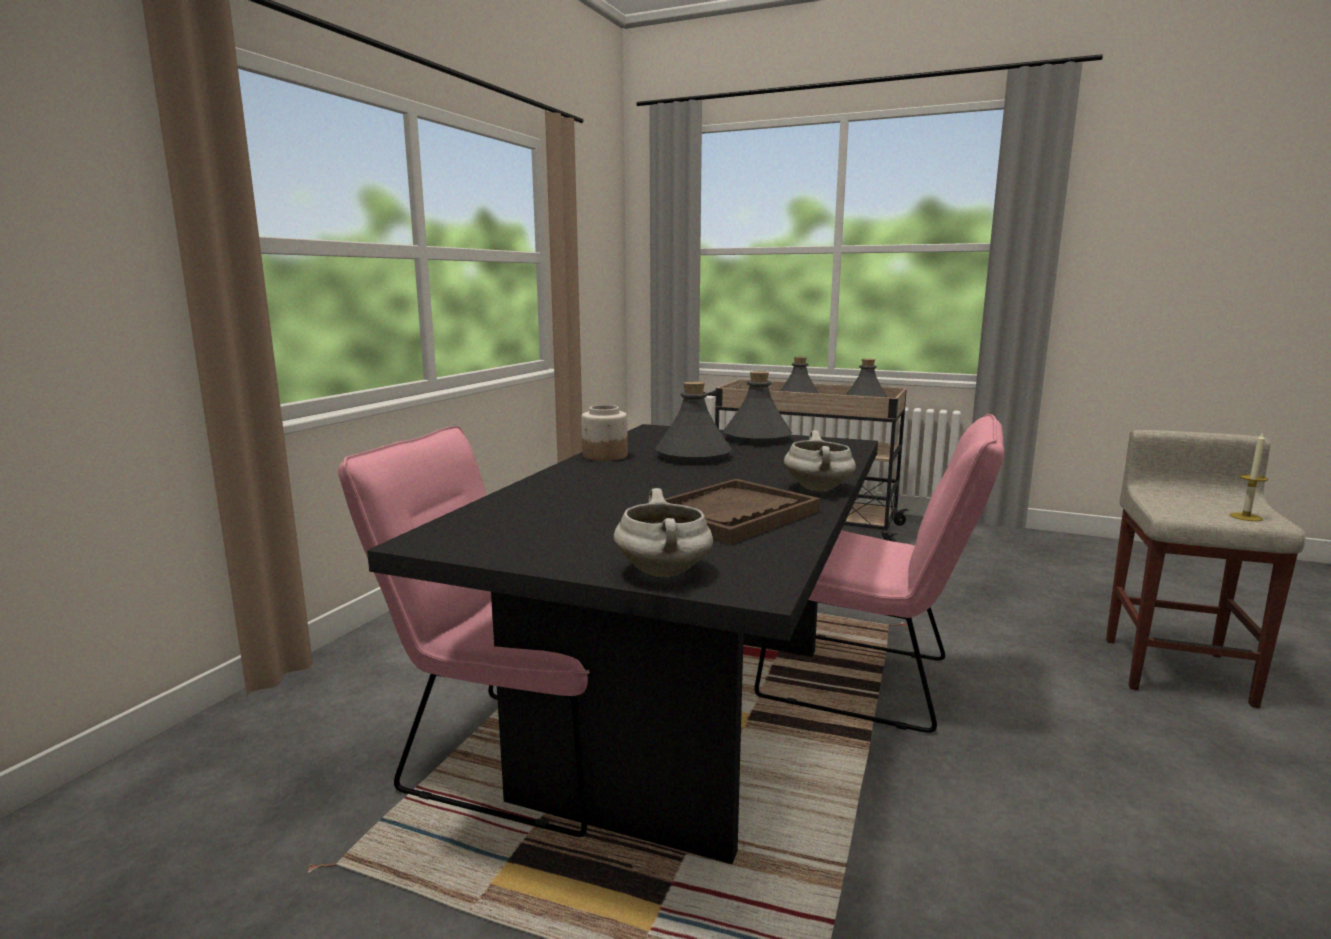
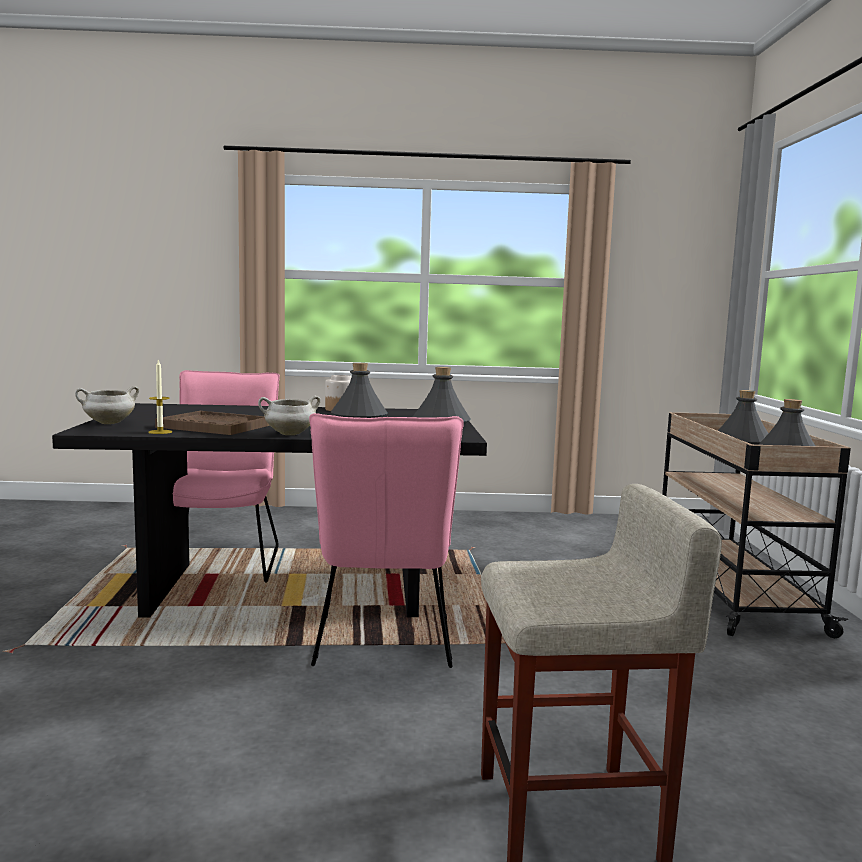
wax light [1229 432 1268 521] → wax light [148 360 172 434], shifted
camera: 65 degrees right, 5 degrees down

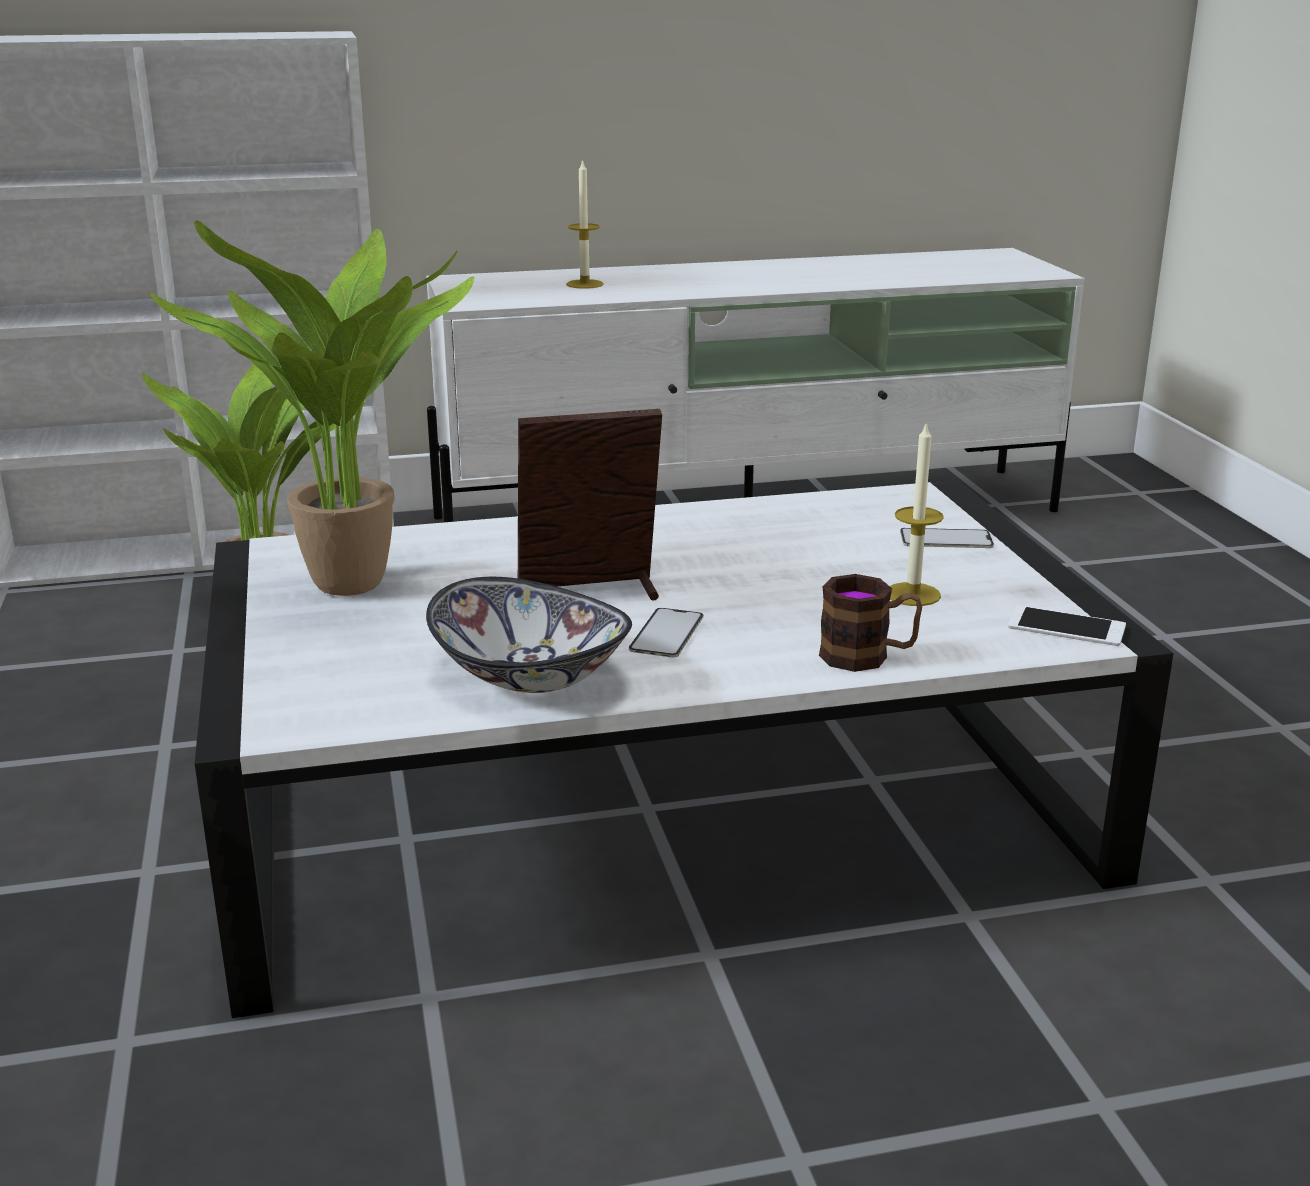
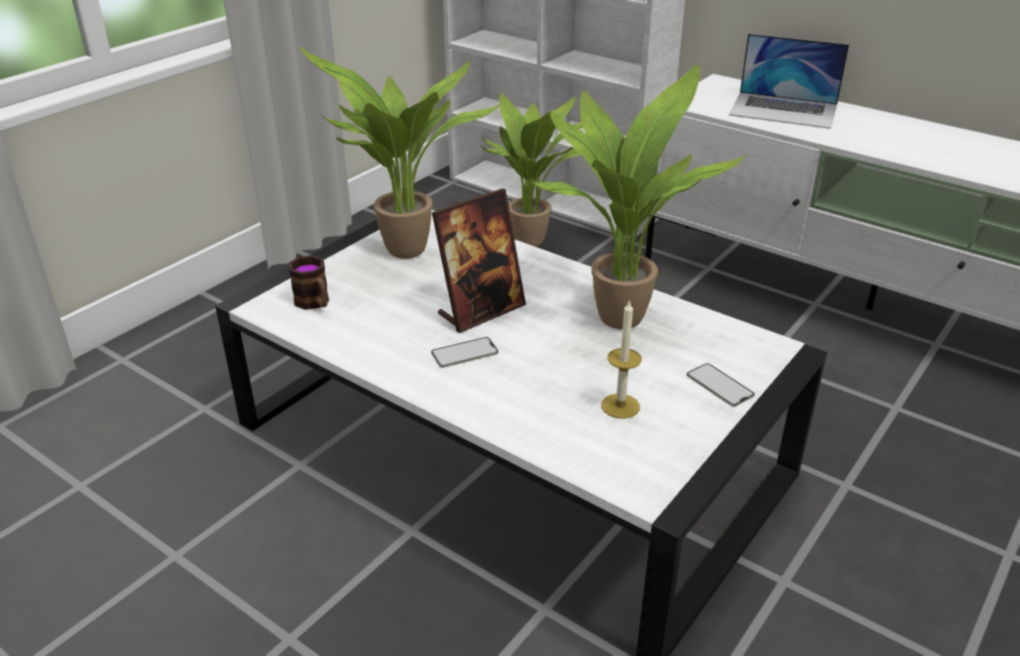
serving bowl [426 577 632 693] → -
telephone [1008 605 1126 646] → -
- → potted plant [530 65 746 330]
coffee mug [819 574 922 672] → coffee mug [288 255 329 310], shifted
wax light [566 159 604 289] → notebook computer [729 34 849 129]
picture frame [518 409 662 601] → picture frame [432 189 526 333], 105 degrees clockwise
camera: 50 degrees right, 10 degrees up

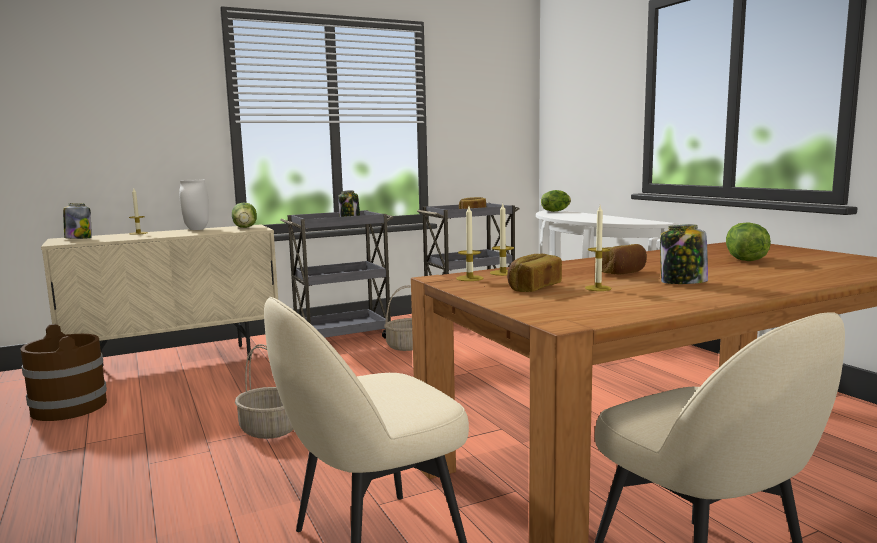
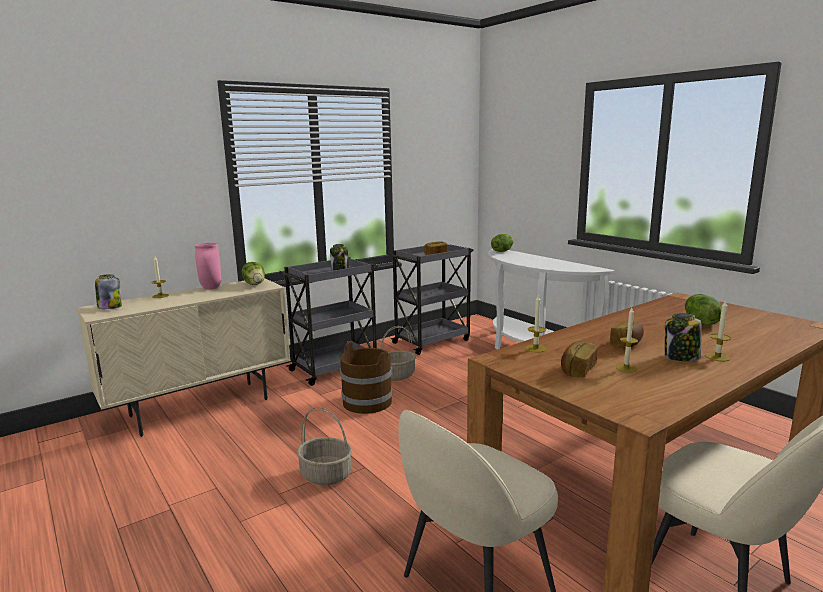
brown bucket [21 324 107 421] → brown bucket [340 342 392 414], shifted
wax light [456 206 483 281] → wax light [705 300 731 362], shifted
white-coloured vase [179 179 209 230] → pink vase [195 243 221 289]
camera: 10 degrees left, 5 degrees up

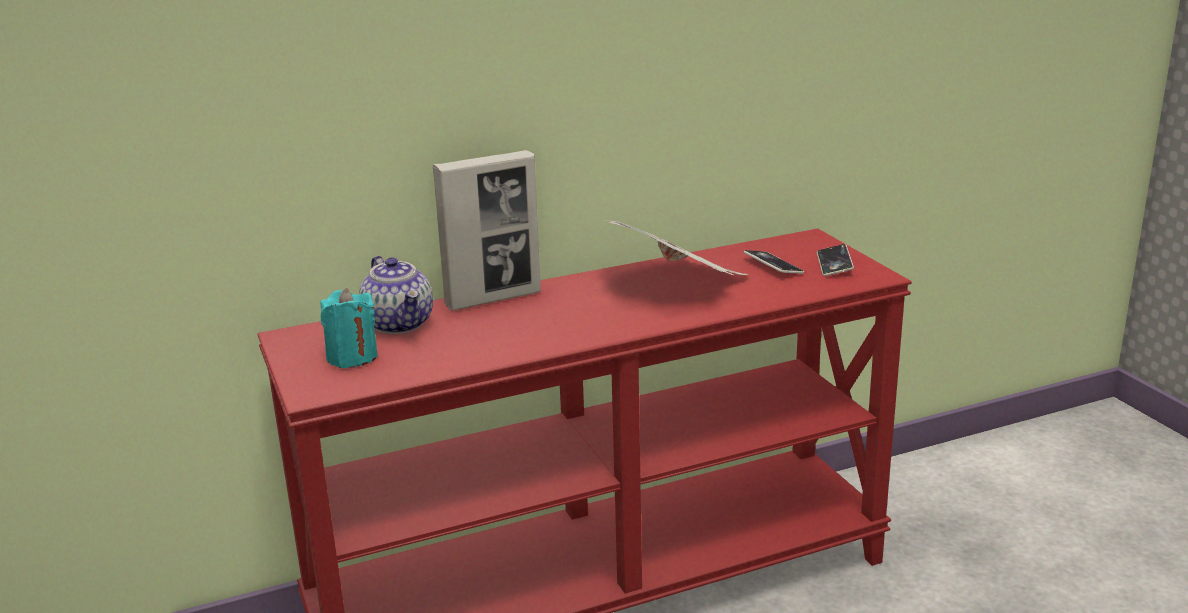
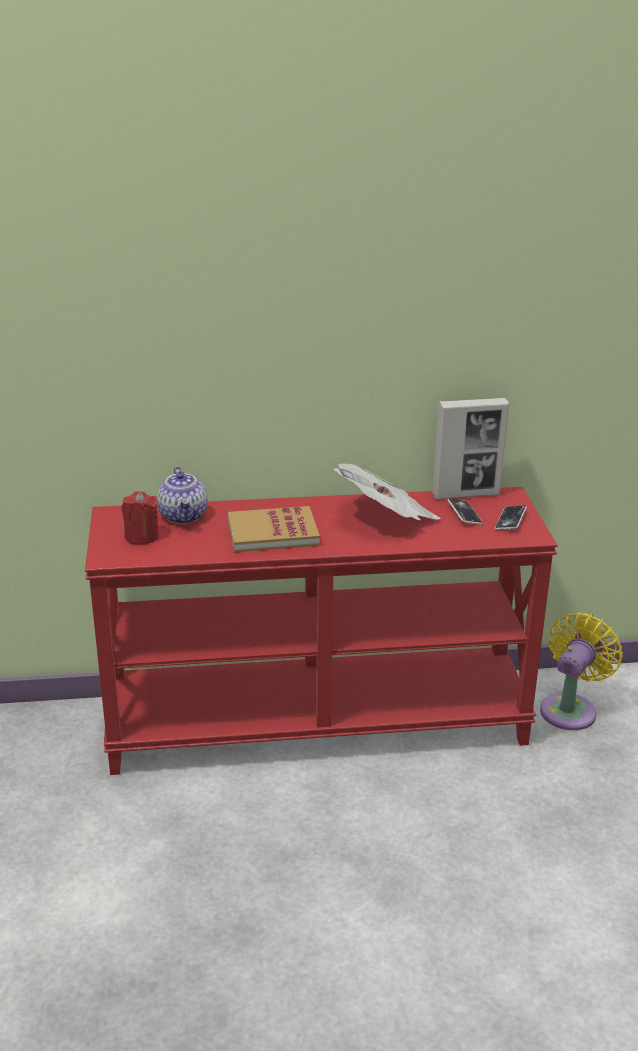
- → book [228 506 320 553]
- → yellow-coloured electric fan [540 612 623 730]
picture frame [433 150 541 311] → picture frame [432 398 509 499], shifted
turquoise-coloured wax light [321 288 378 368] → red-coloured wax light [122 491 159 544]
camera: 15 degrees right, 5 degrees up

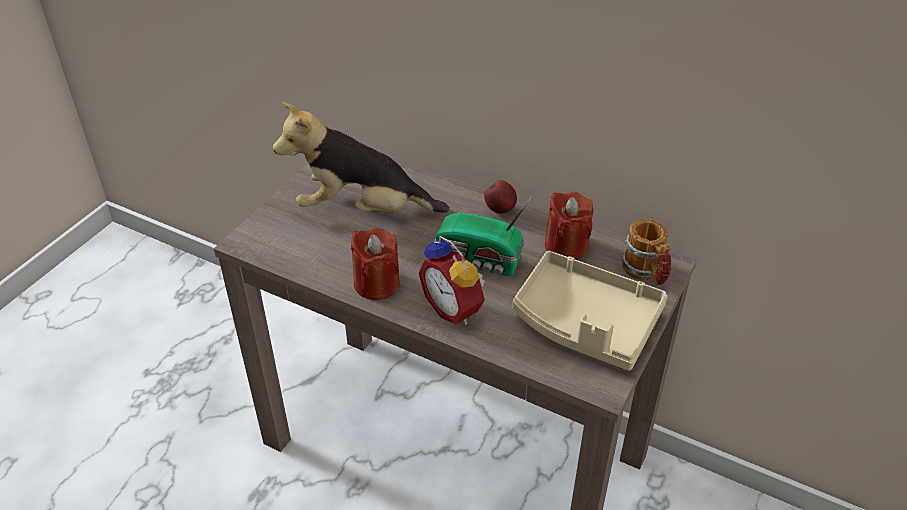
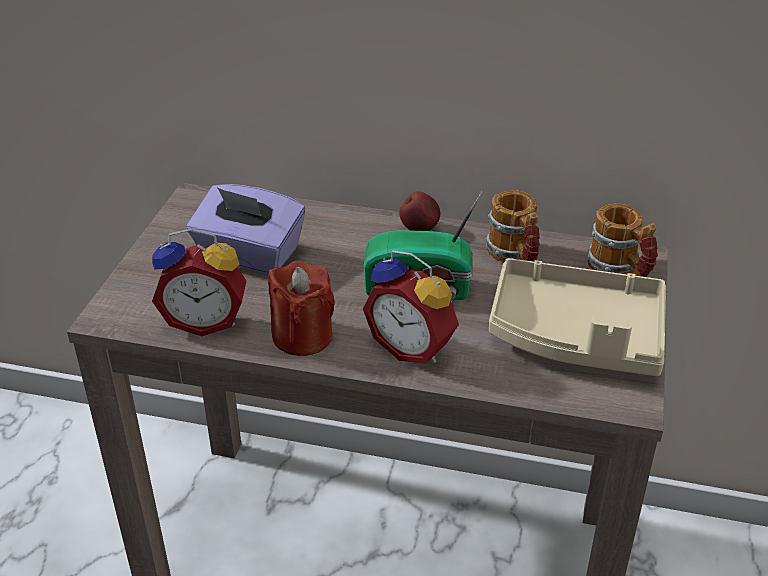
- → bedside clock [152 228 246 336]
soft toy [273 102 449 212] → purple box of tissues [187 184 305 274]
red-coloured wax light [545 192 593 260] → coffee mug [485 190 540 262]
camera: 15 degrees left, 5 degrees down

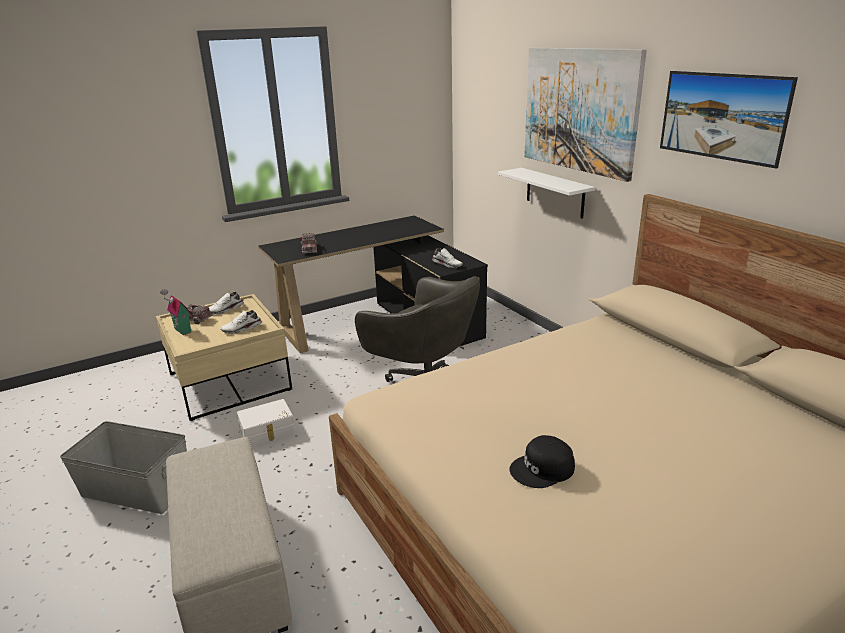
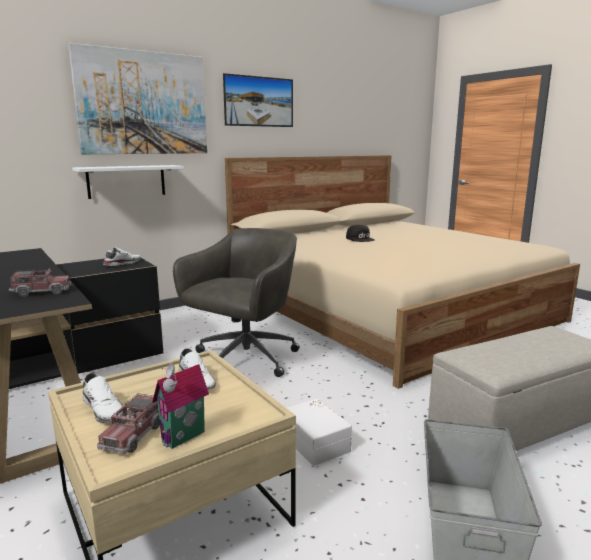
blackish baseball cap [509 435 575 488] → blackish baseball cap [346 225 375 242], shifted
camera: 95 degrees left, 10 degrees down

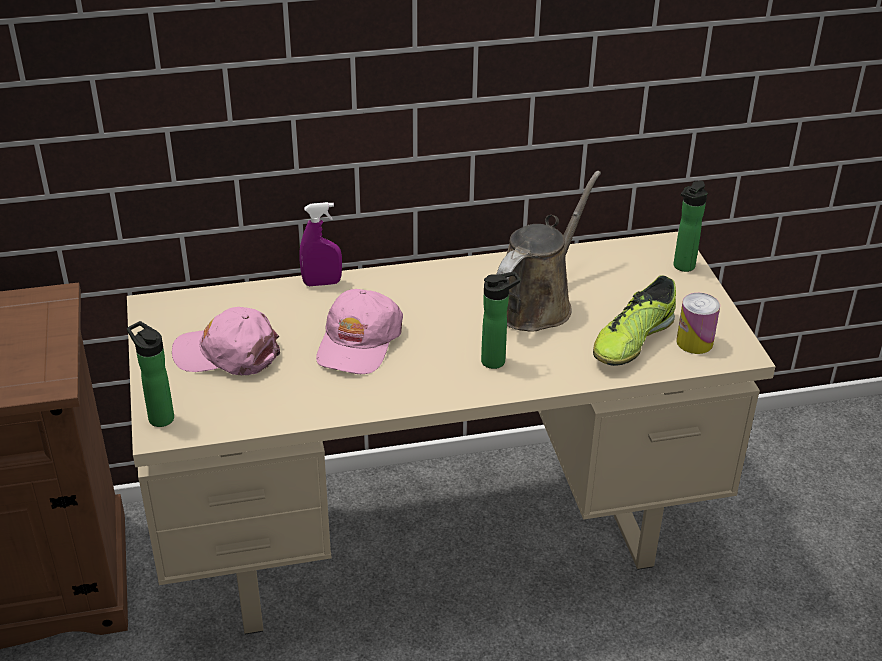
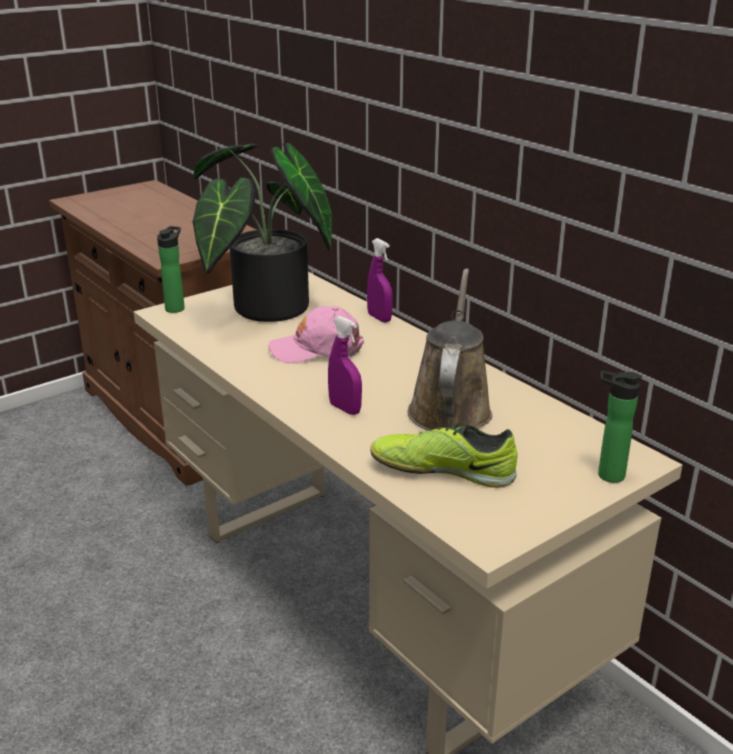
can [676 293 720 354] → -
pink baseball cap [172 307 280 375] → potted plant [193 143 332 322]
beverage bottle [481 271 520 369] → purple sprayer [328 316 362 415]
brown sprinkling can [496 171 601 332] → brown sprinkling can [407 269 492 431], 90 degrees counterclockwise
camera: 65 degrees right, 10 degrees down

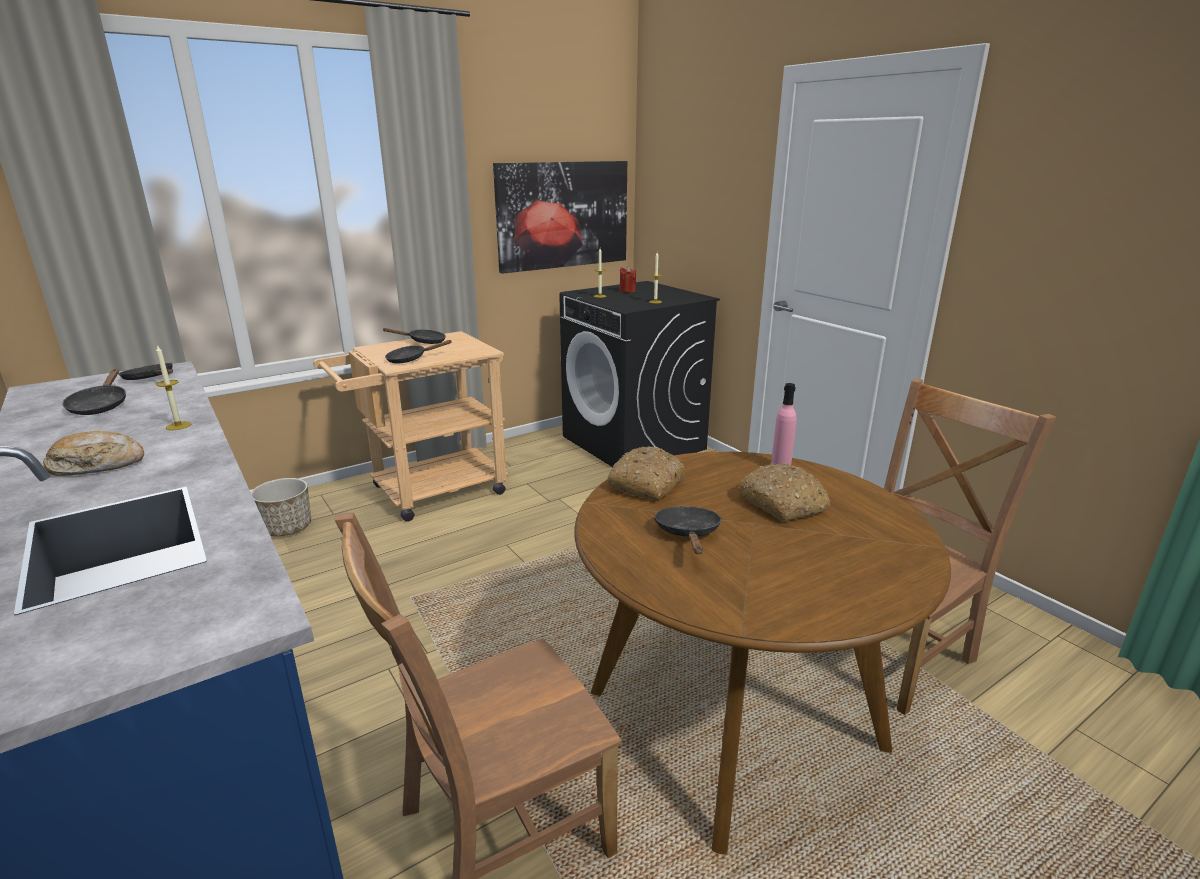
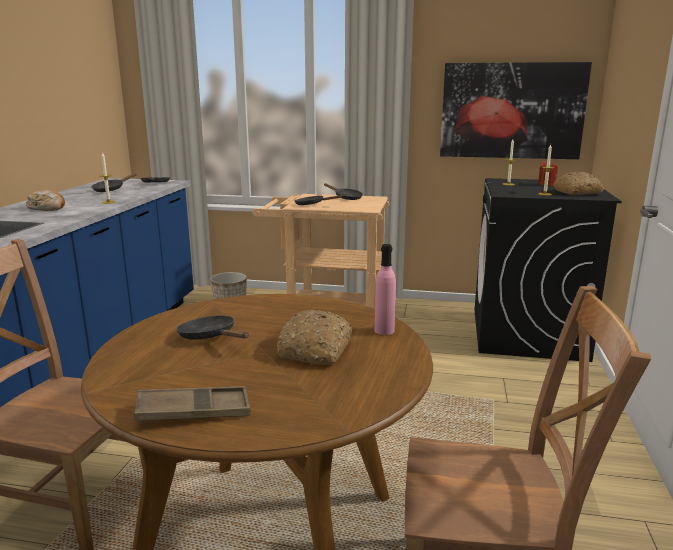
- → brown carrying tray [134 386 251 423]
baked bread [607 446 685 500] → baked bread [553 171 604 195], shifted
blackish pan [654 506 722 554] → blackish pan [176 315 249 339], 90 degrees counterclockwise
camera: 45 degrees right, 5 degrees down

